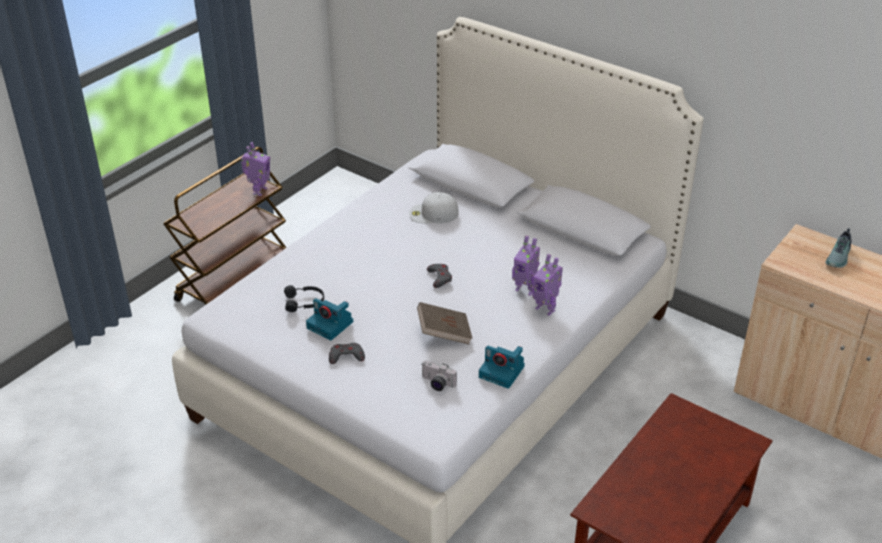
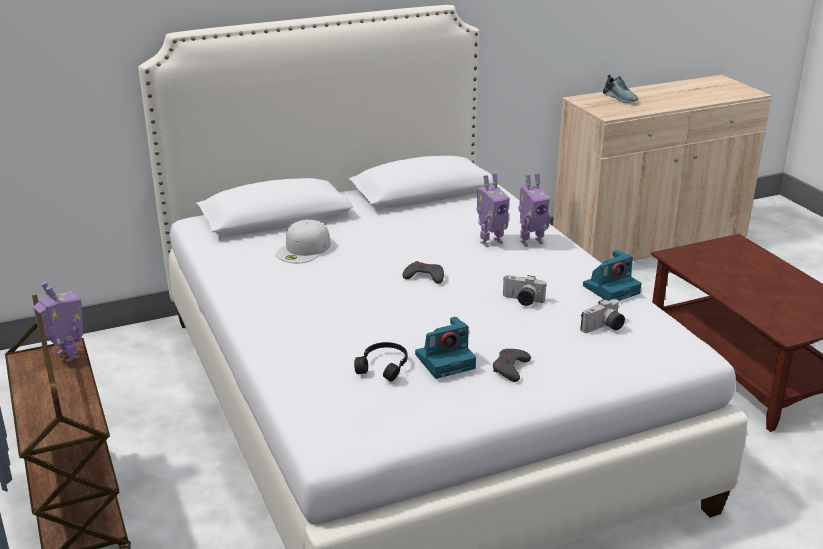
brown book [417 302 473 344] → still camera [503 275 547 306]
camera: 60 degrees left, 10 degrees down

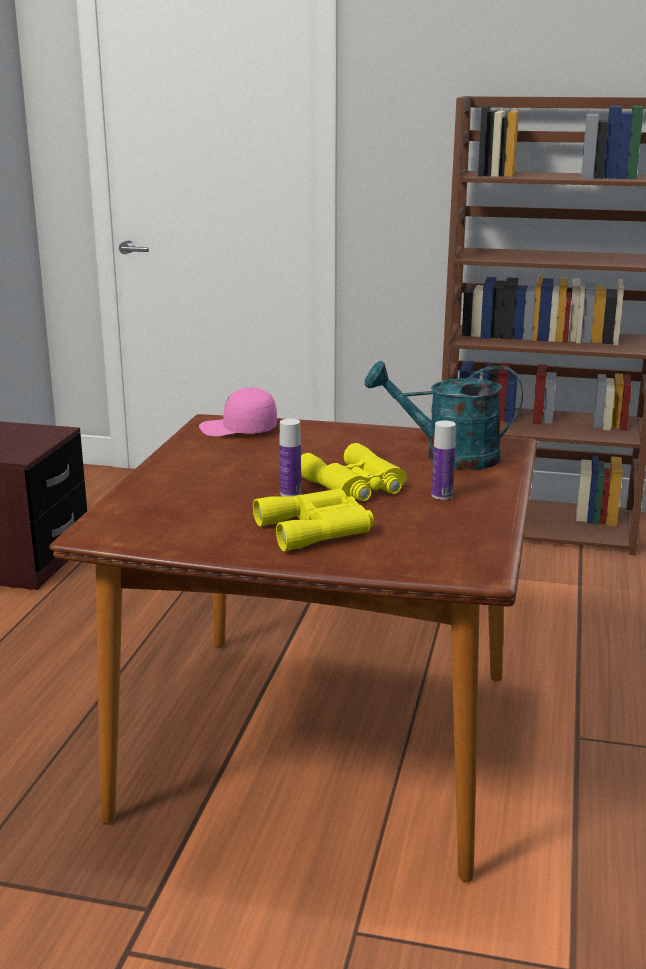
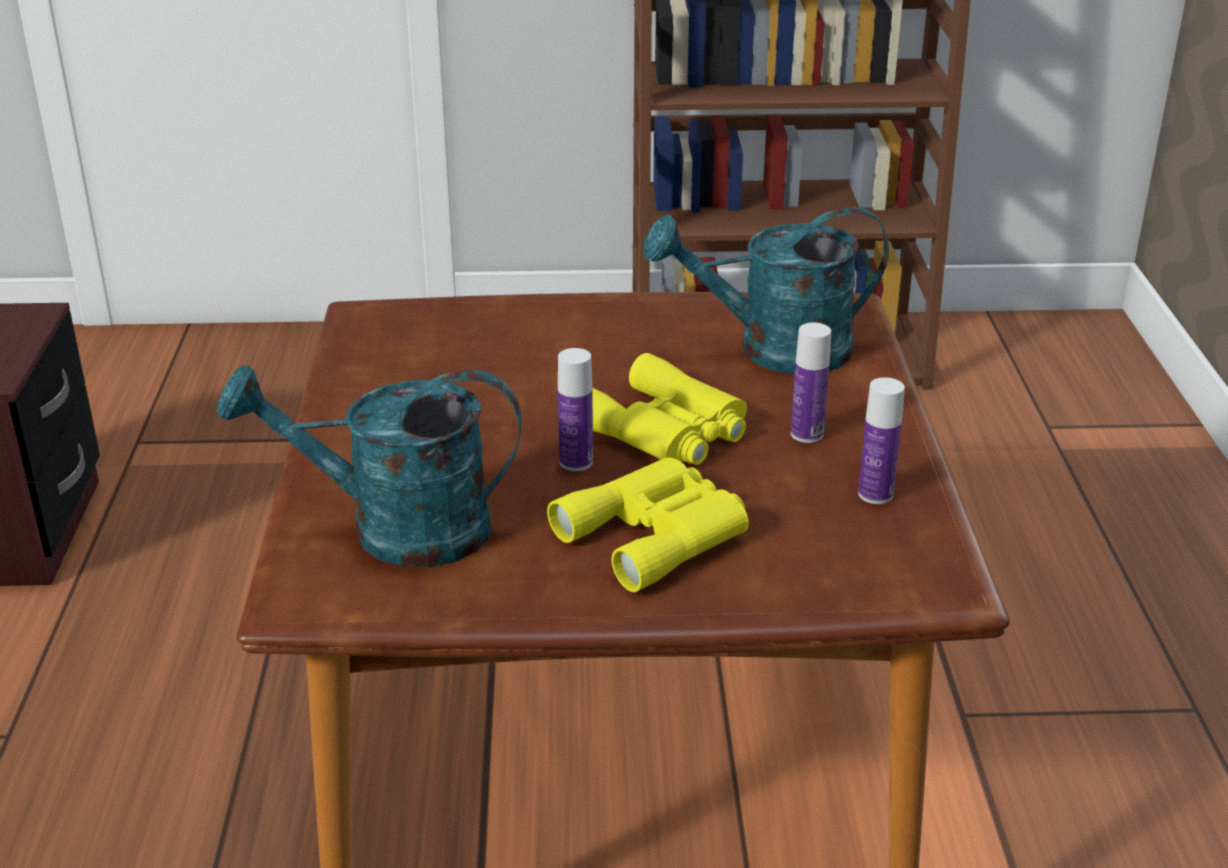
pink baseball cap [199 388 277 436] → -
- → turquoise-coloured sprinkling can [217 365 522 567]
- → beverage bottle [858 377 905 504]
camera: 15 degrees left, 10 degrees up

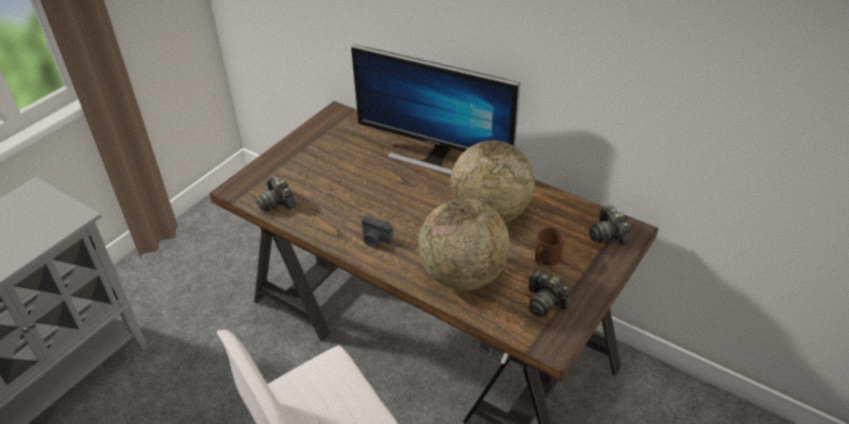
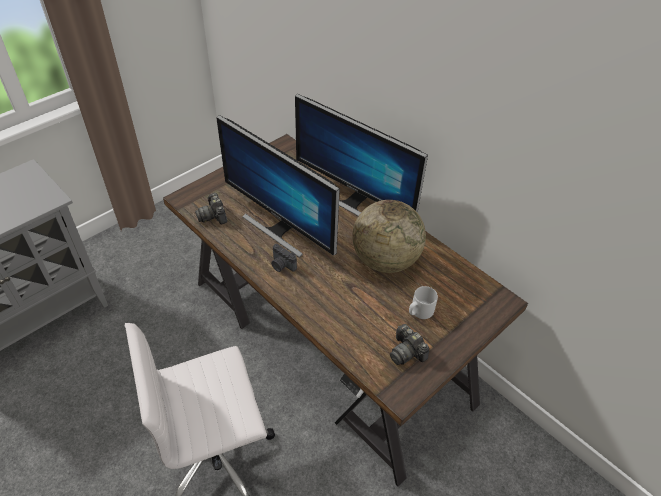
desk globe [418 199 510 291] → -
still camera [589 205 631 245] → -
- → computer display [216 115 340 258]
brown coffee mug [535 227 564 266] → greyish coffee mug [409 286 438 319]
camera: 10 degrees right, 5 degrees up

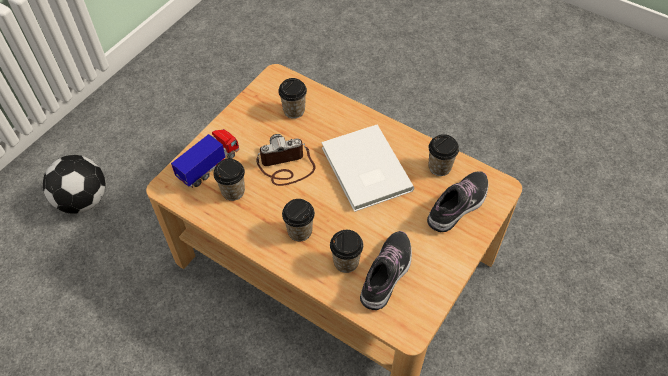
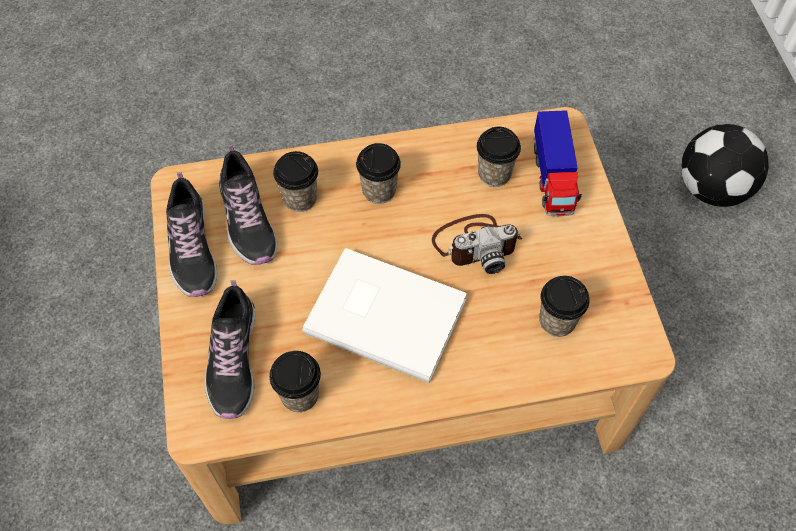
- → low shoe [166 172 218 297]
still camera [256 134 316 186] → still camera [432 214 522 274], 45 degrees clockwise
camera: 135 degrees right, 5 degrees up

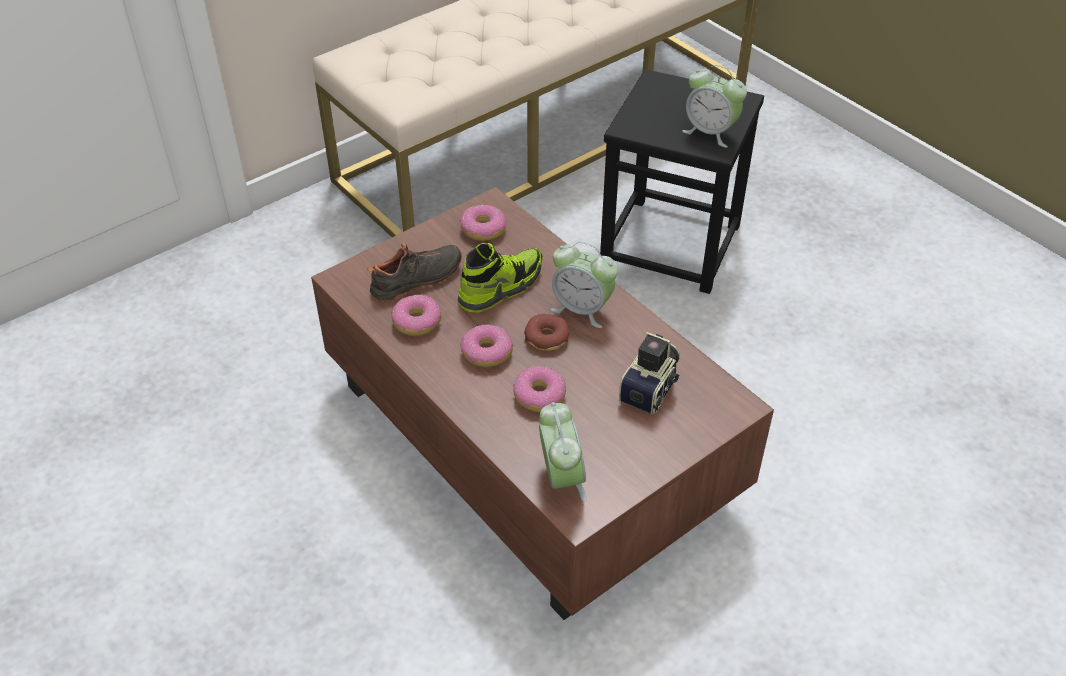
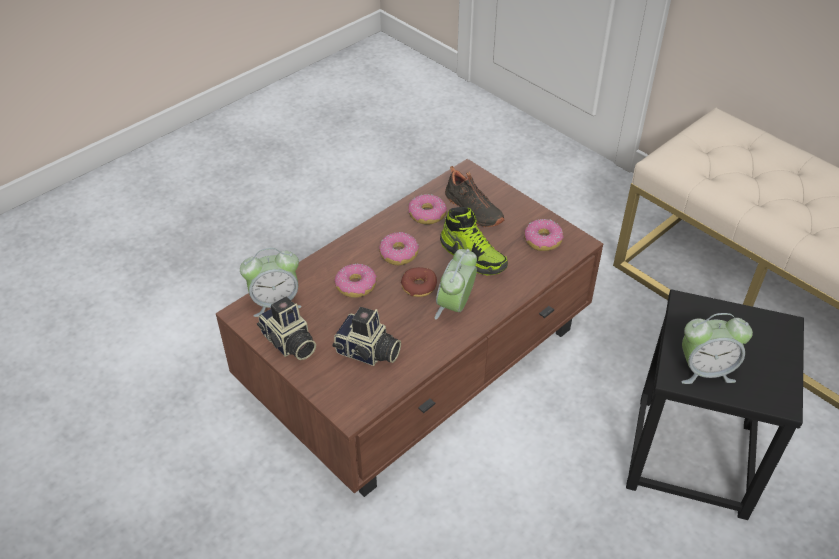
- → still camera [257 297 316 360]
bedside clock [682 65 747 148] → bedside clock [682 313 753 384], 120 degrees counterclockwise
camera: 85 degrees right, 0 degrees up

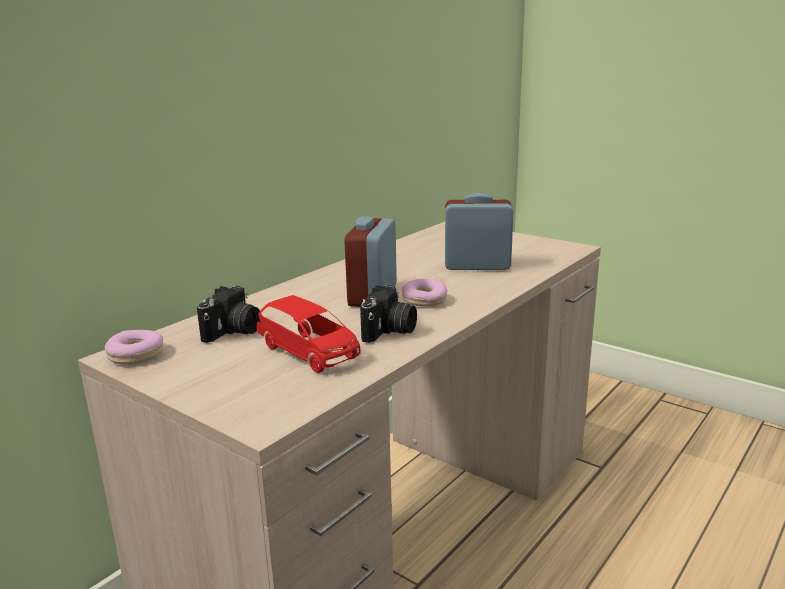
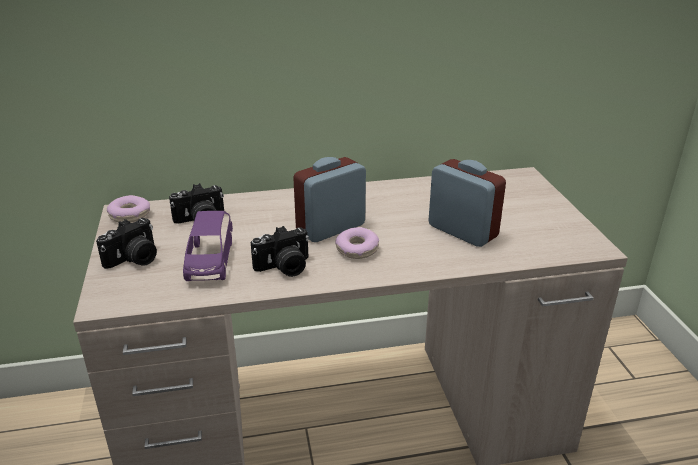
- → still camera [96 218 157 269]
red-coloured miniature car [257 295 361 373] → purple miniature car [183 211 233 281]
camera: 40 degrees right, 10 degrees up

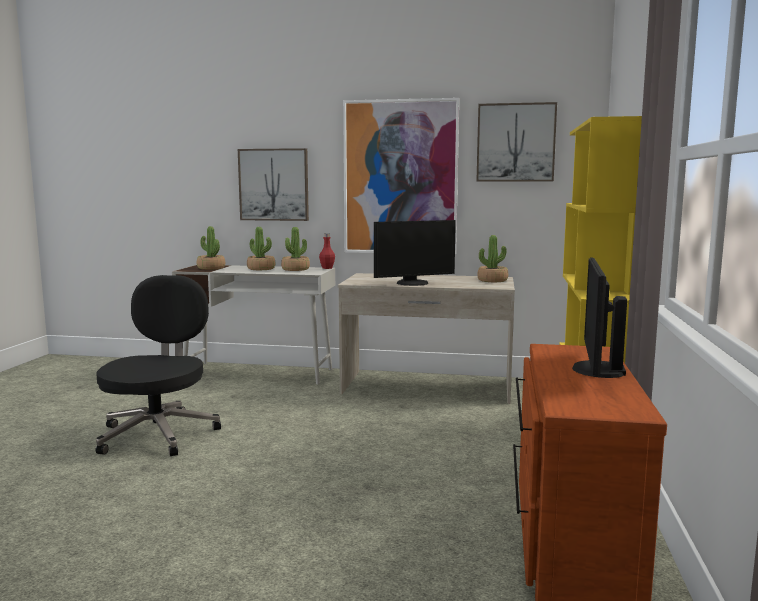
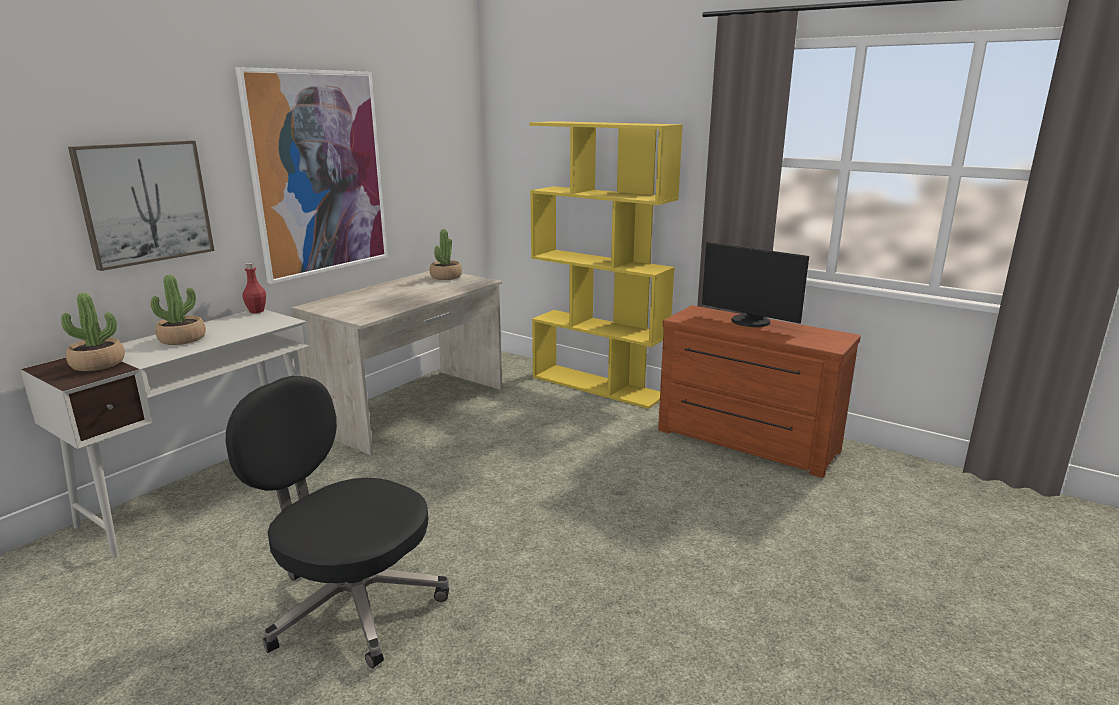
potted plant [281 227 310 271] → -
computer display [374 220 456 286] → -
wall picture [477 102 557 181] → -
camera: 65 degrees left, 10 degrees up

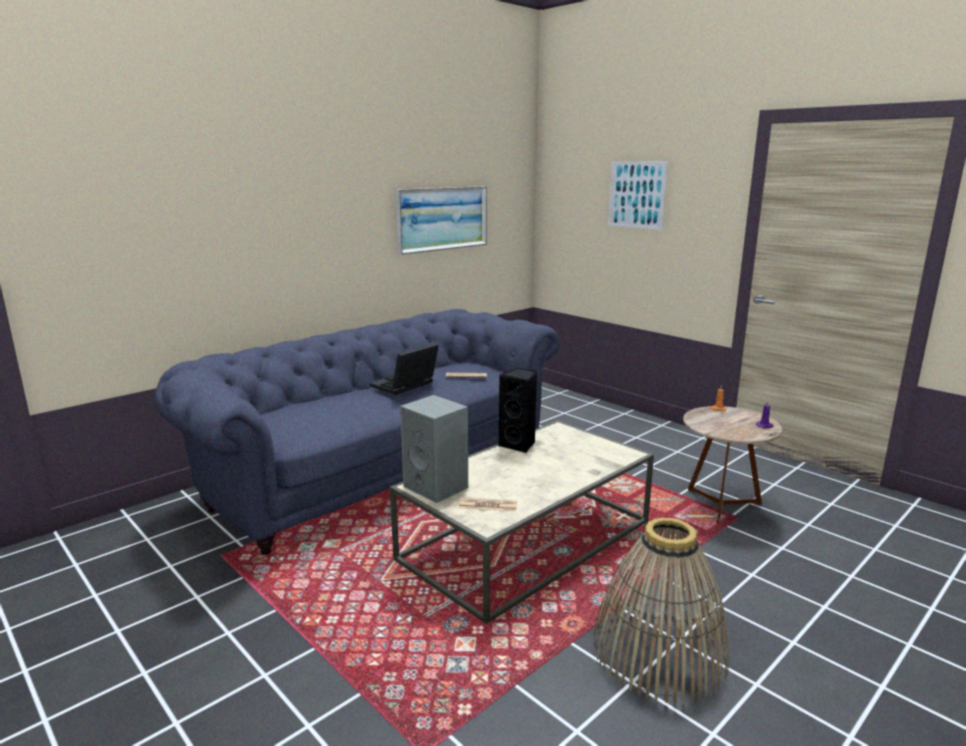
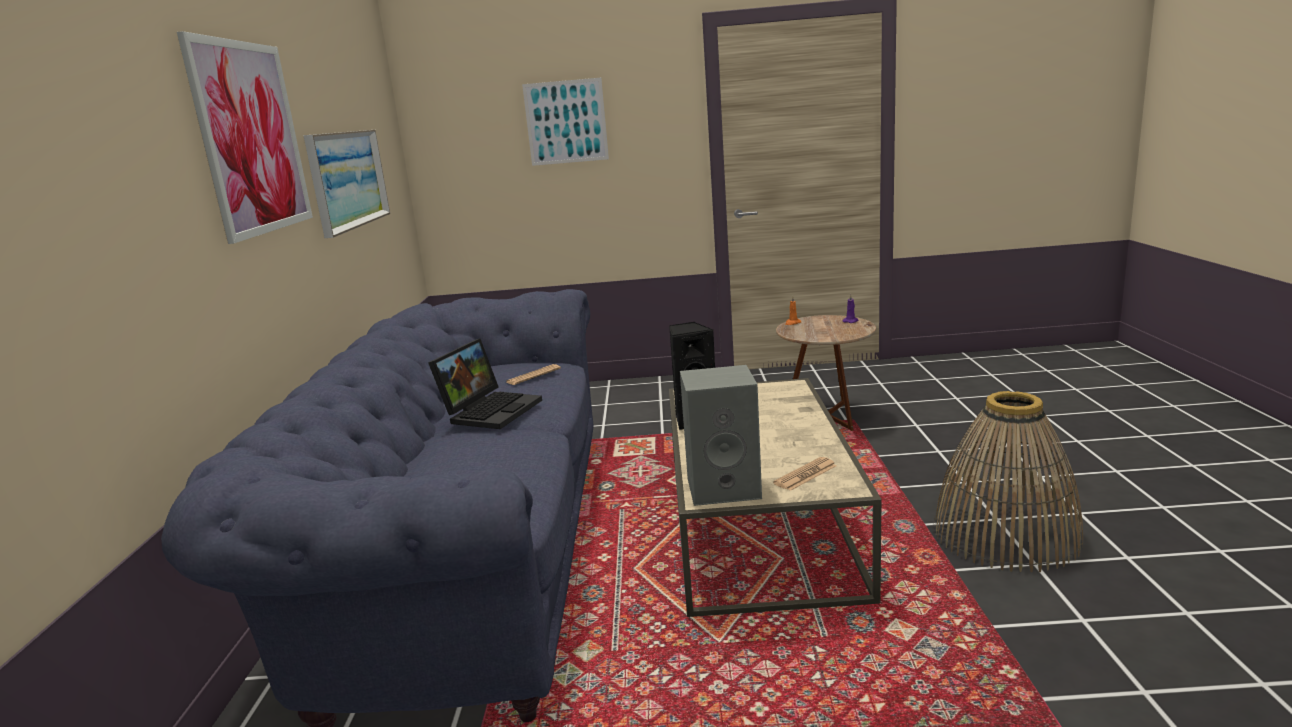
- → wall picture [177 31 313 244]
notebook computer [370 343 439 395] → notebook computer [428 338 542 429], 150 degrees counterclockwise
camera: 45 degrees left, 0 degrees up

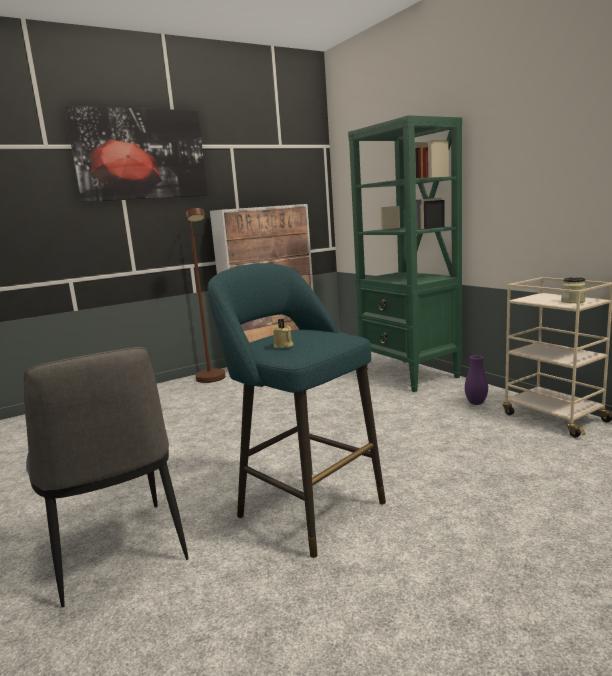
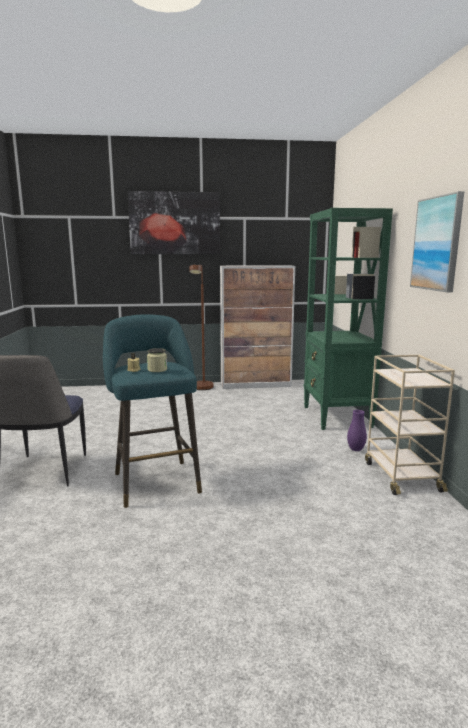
- → wall picture [410 191 464 292]
preserve jar [561 277 586 303] → preserve jar [147 348 167 372], shifted
camera: 25 degrees right, 0 degrees up

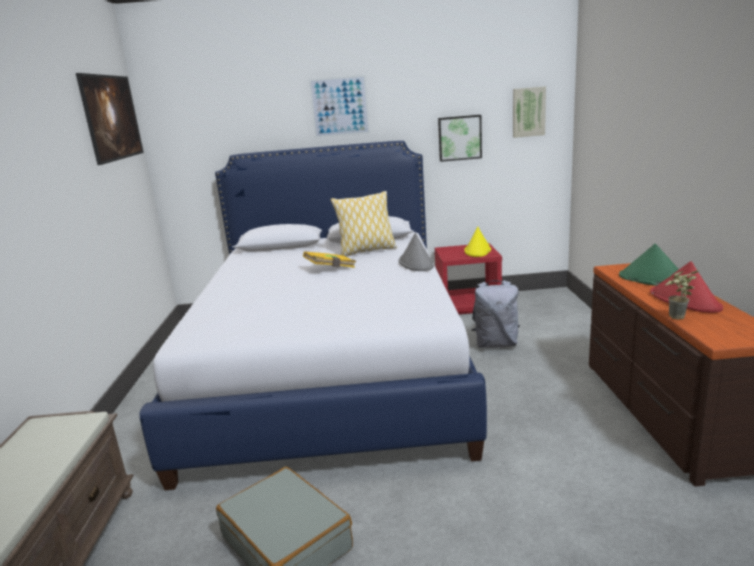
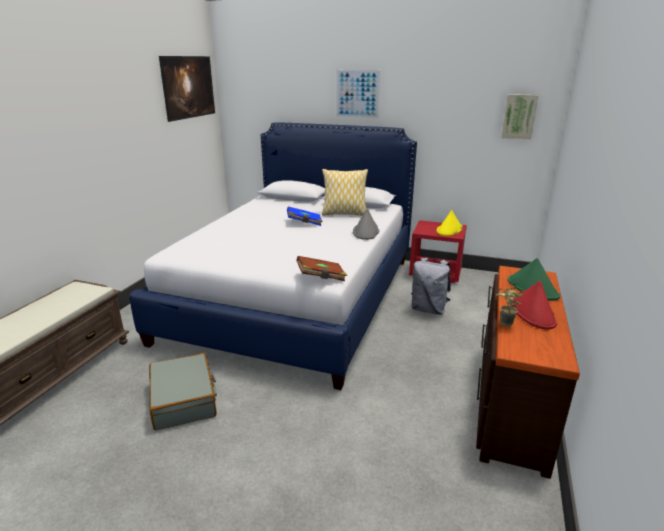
wall picture [438 115 482 162] → -
- → brown book [296 256 347 281]
yellow-coloured book [303 251 356 268] → blue-coloured book [287 207 323 226]
camera: 20 degrees right, 5 degrees up

